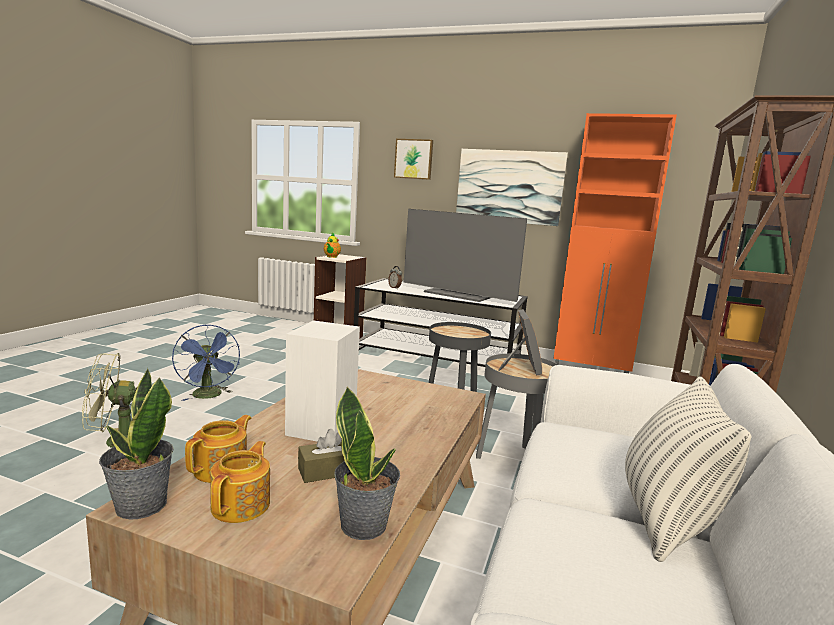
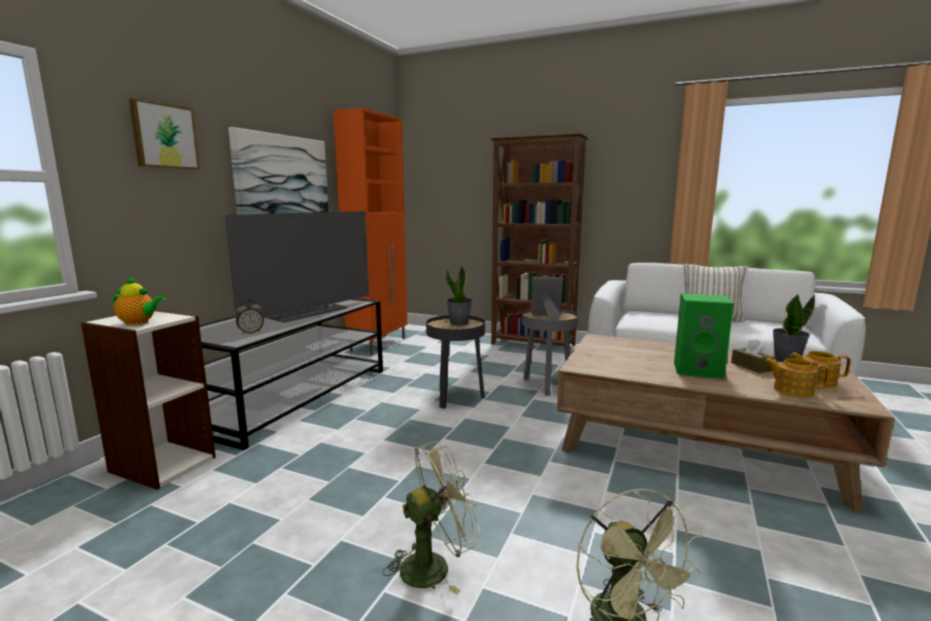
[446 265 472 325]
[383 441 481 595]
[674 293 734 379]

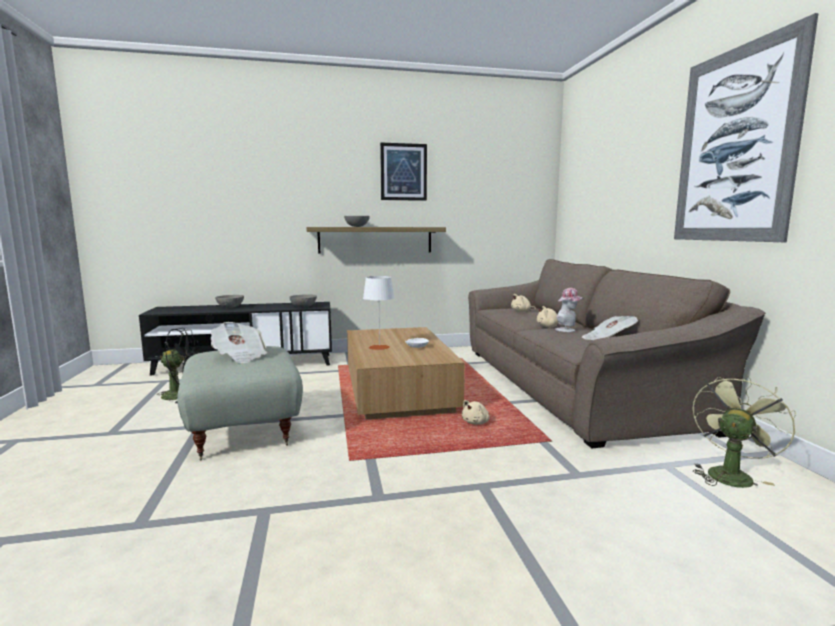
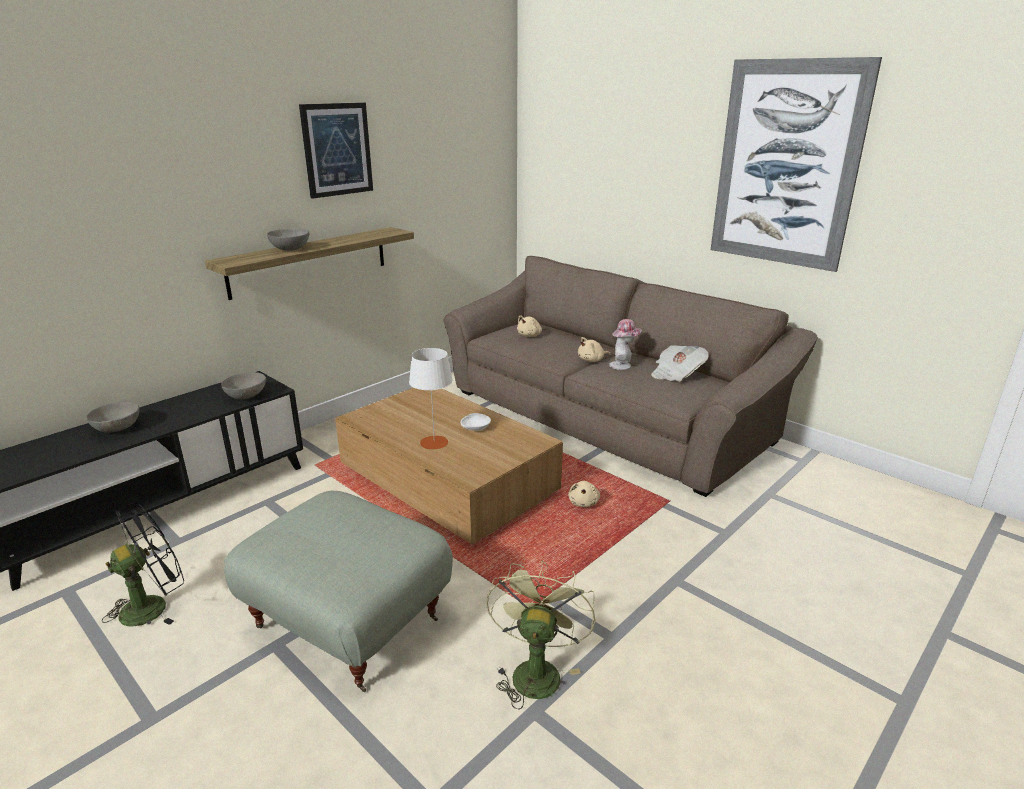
[211 322 267 364] (first image)
[487 561 596 710]

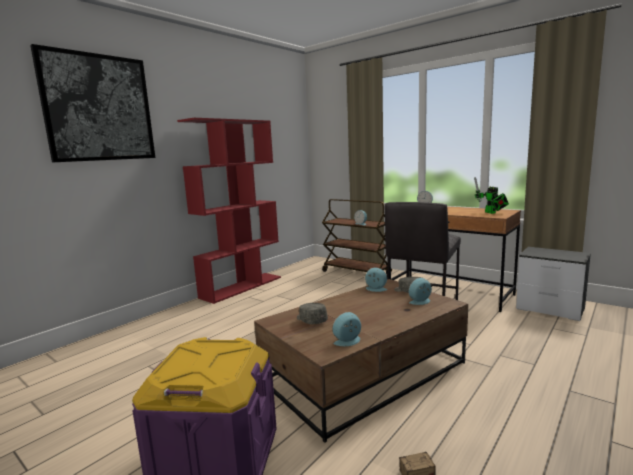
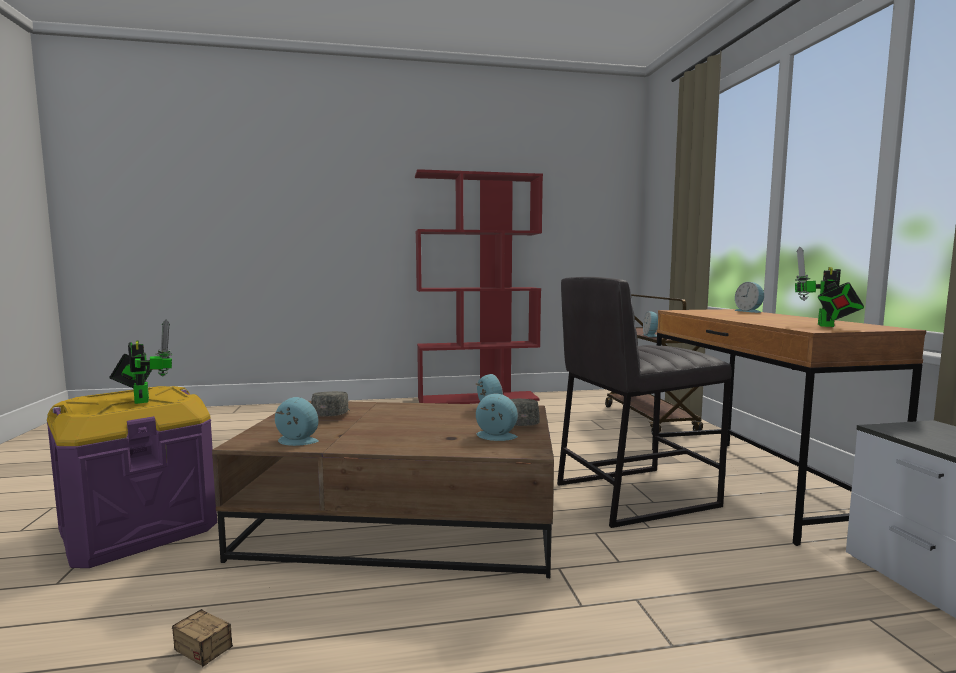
[30 44 155 163] (first image)
[109 319 173 404]

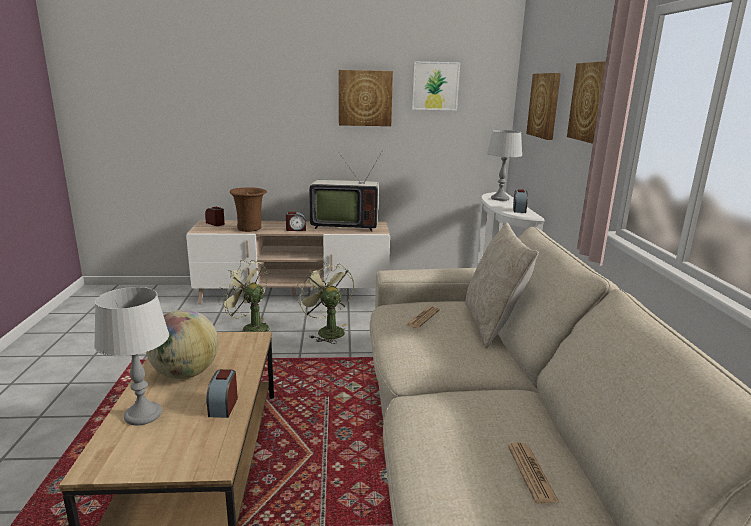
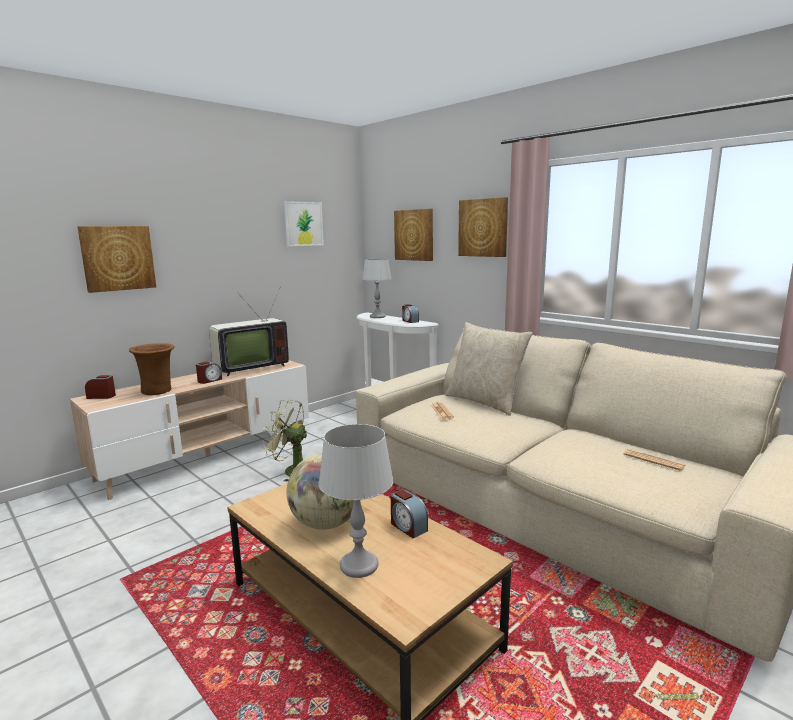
[219 260 270 332] (first image)
[77 226 156 293]

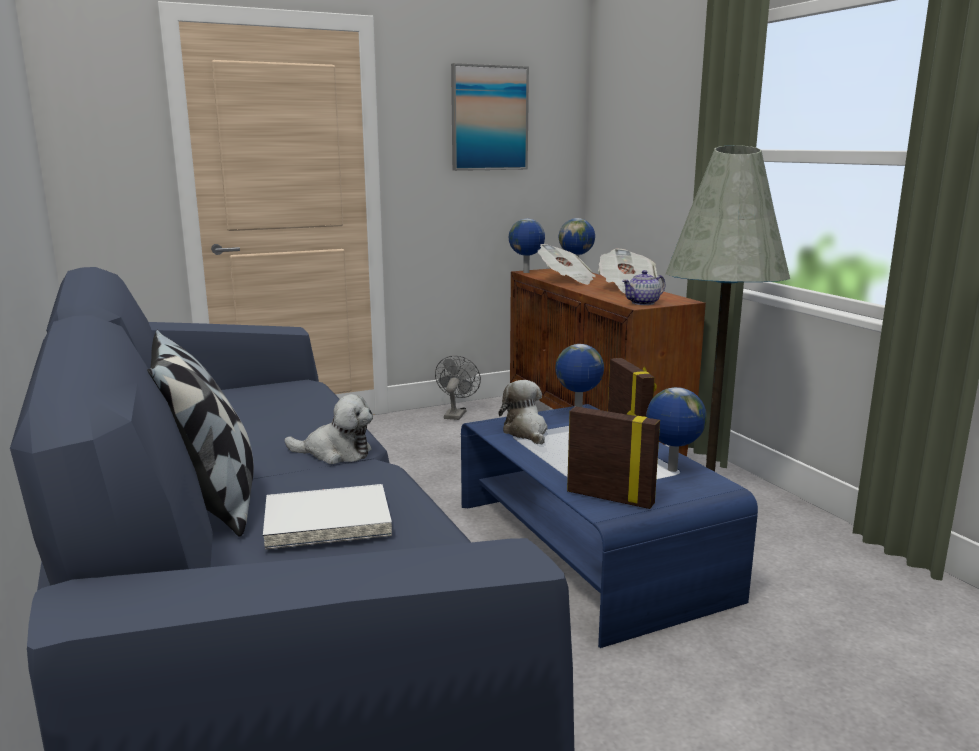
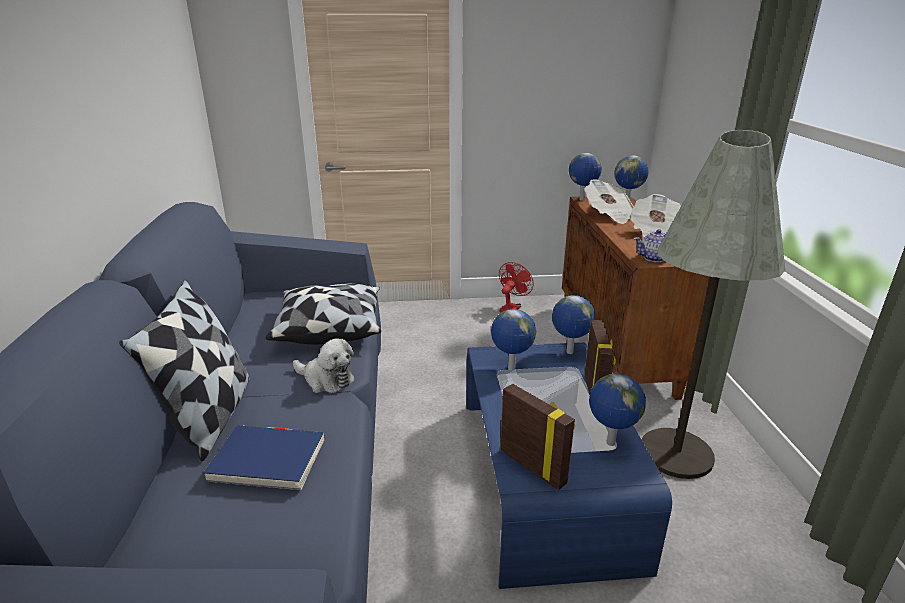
[203 425 324 490]
[499 262 534 313]
[451 63 529 171] (first image)
[491 309 536 370]
[265 284 381 344]

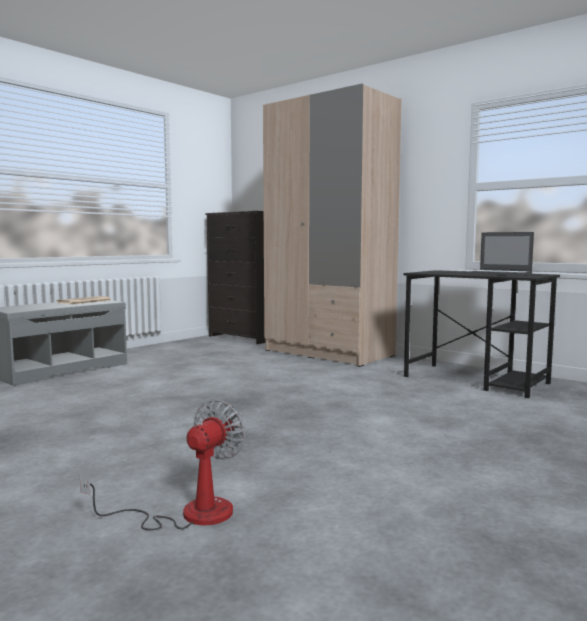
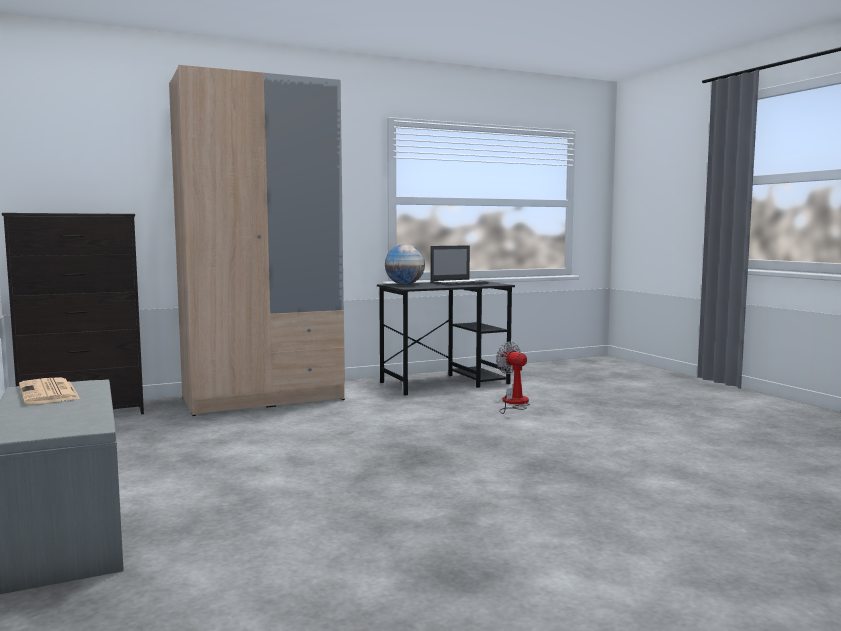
[496 342 530 414]
[385 244 425 285]

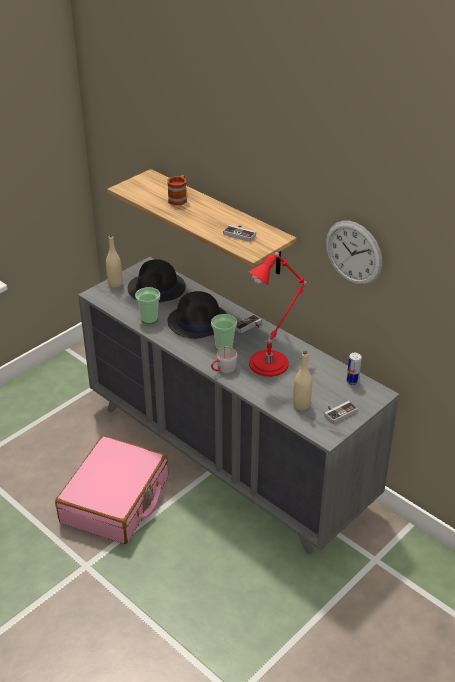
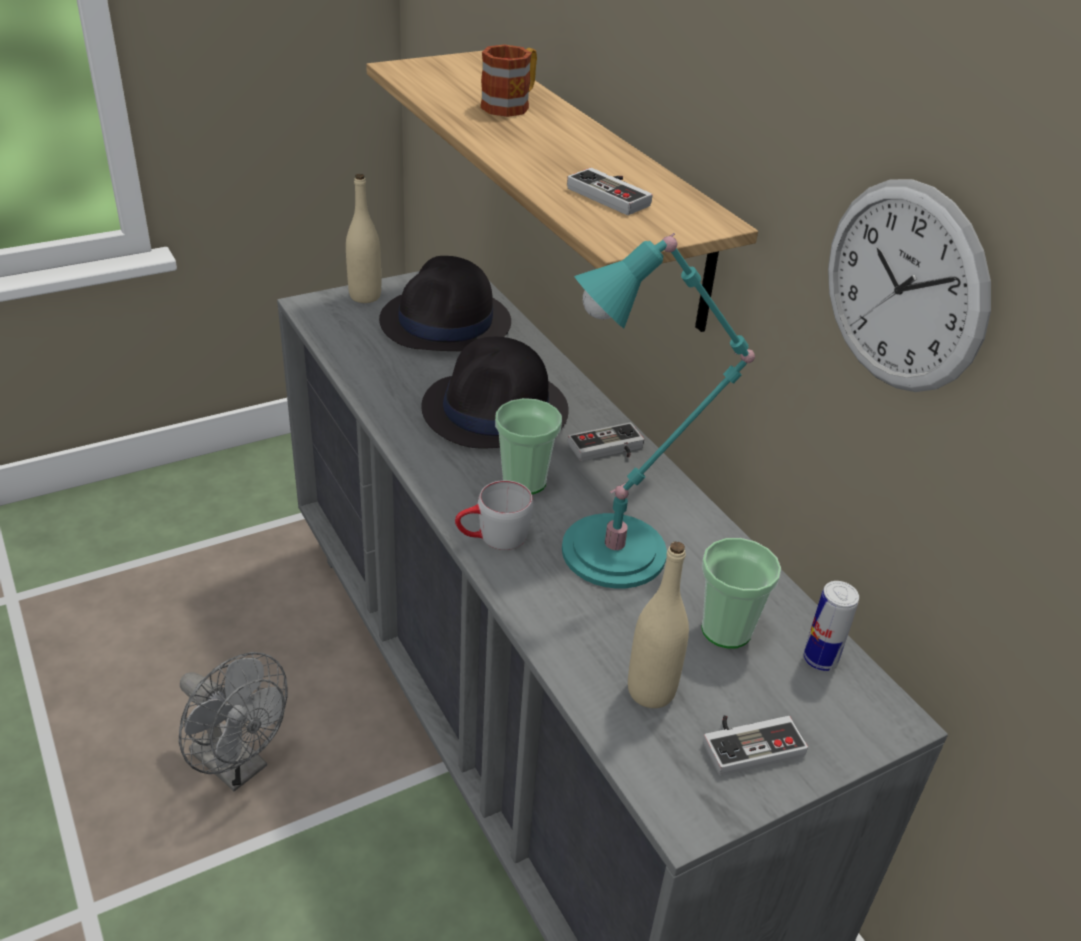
[179 652 287 791]
[701 538 781 649]
[562 233 755 588]

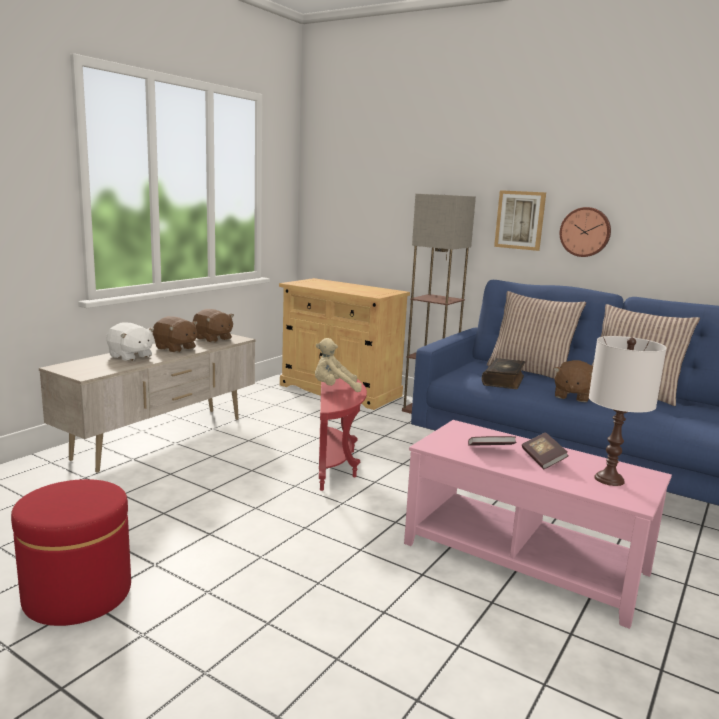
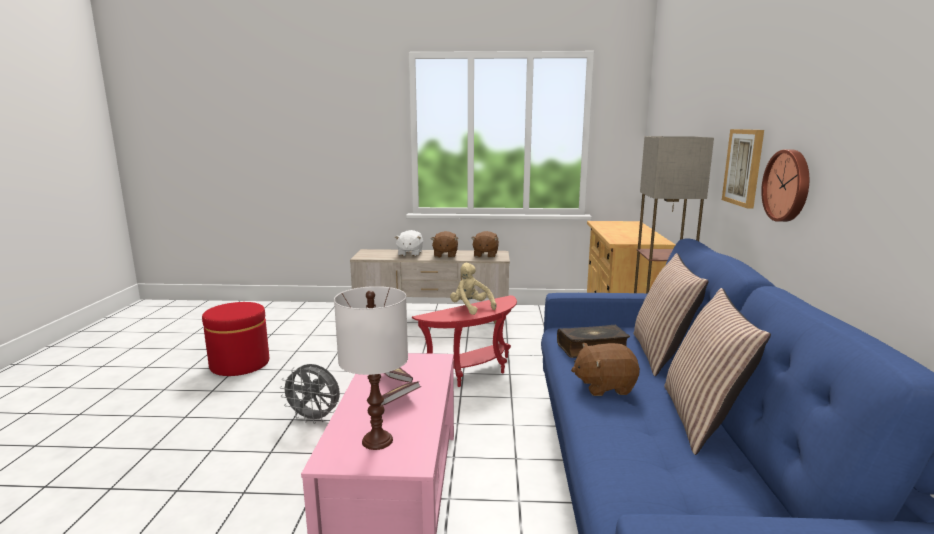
[280 364 340 424]

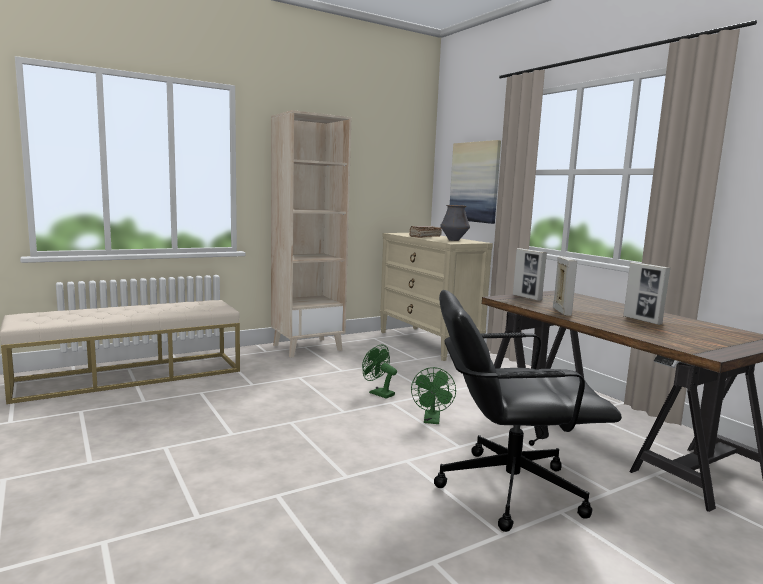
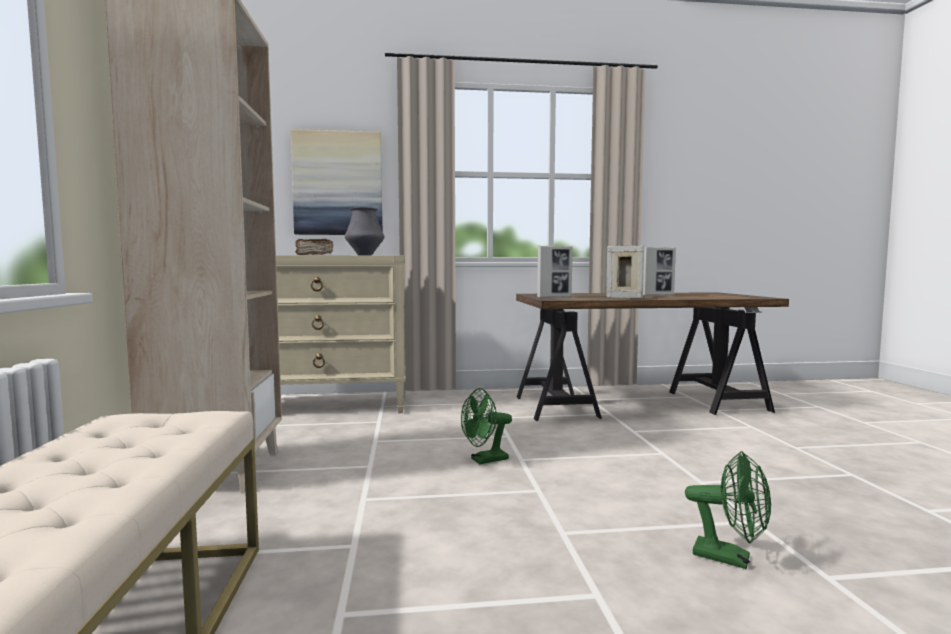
[685 451 771 569]
[434 290 622 532] (first image)

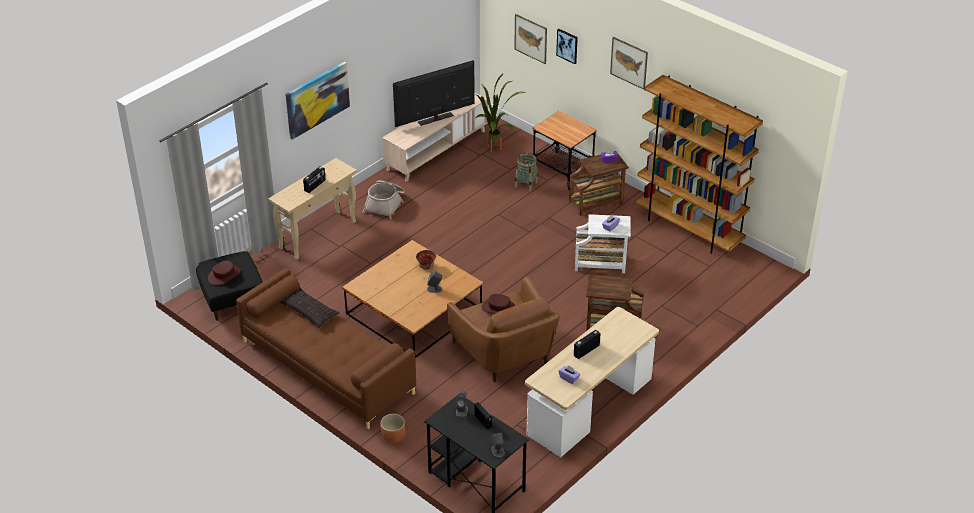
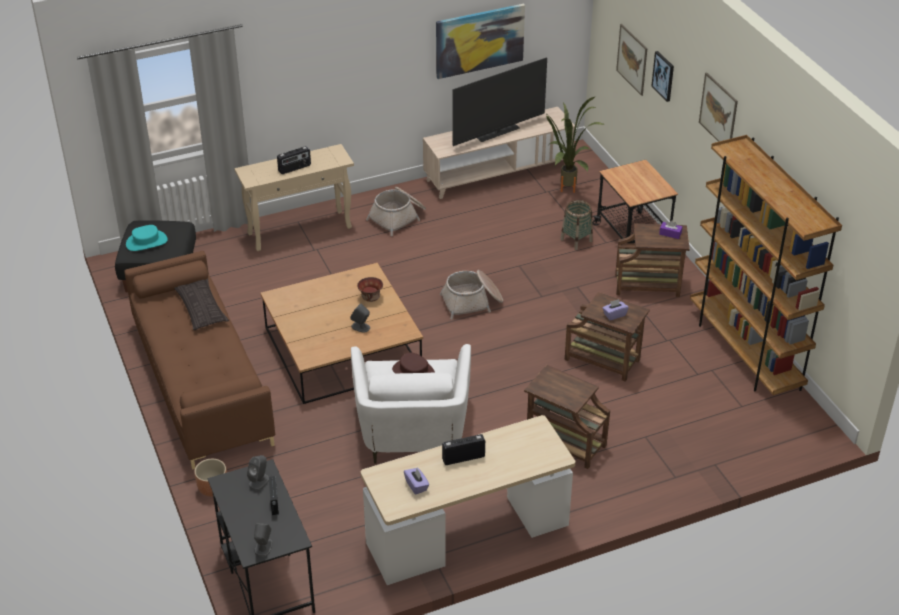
[126 225 168 251]
[436 4 525 79]
[452 58 547 146]
[351 344 471 464]
[565 292 650 382]
[440 270 503 320]

